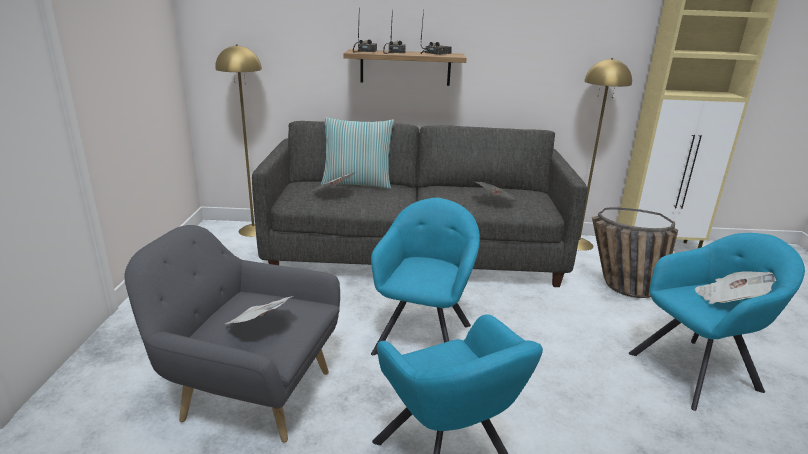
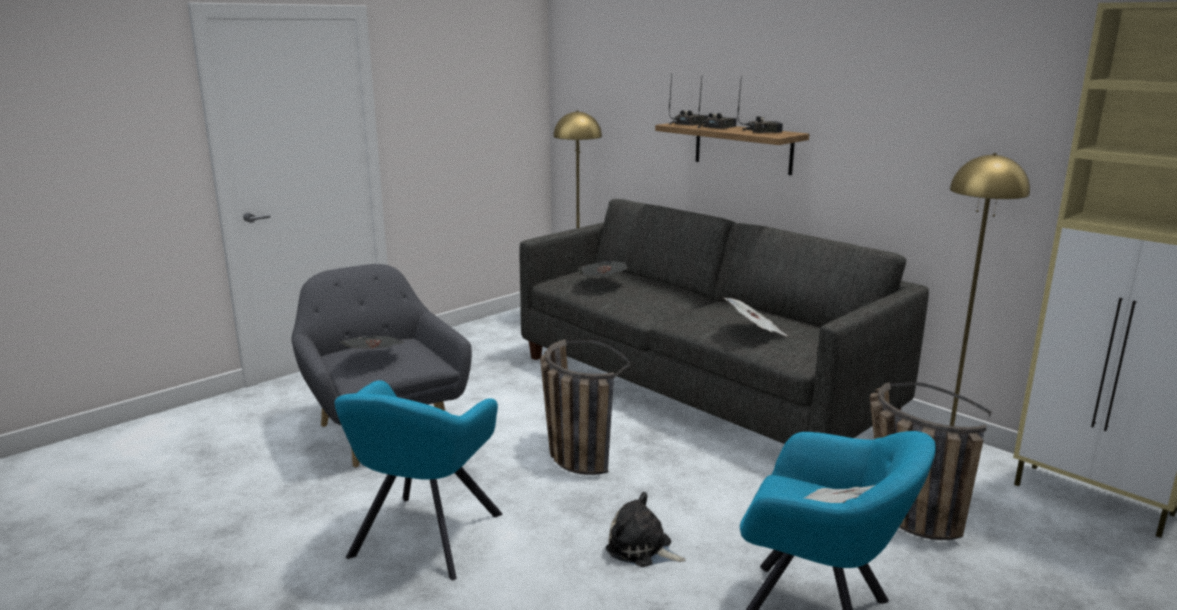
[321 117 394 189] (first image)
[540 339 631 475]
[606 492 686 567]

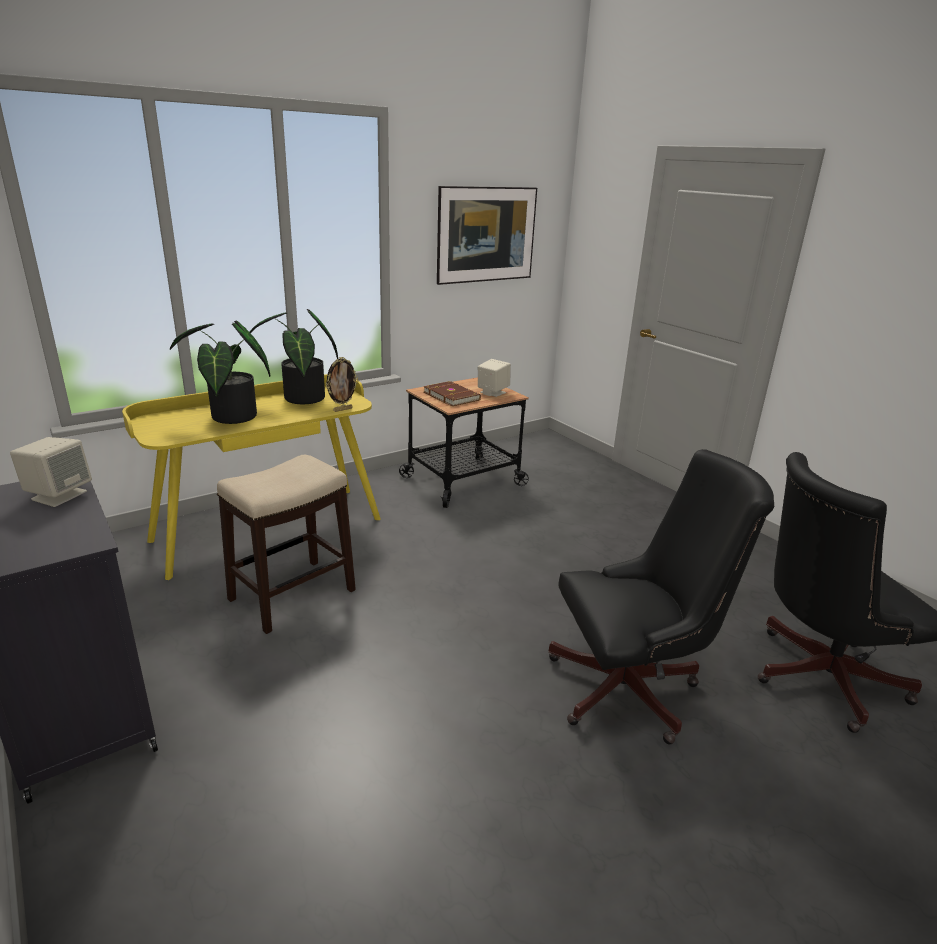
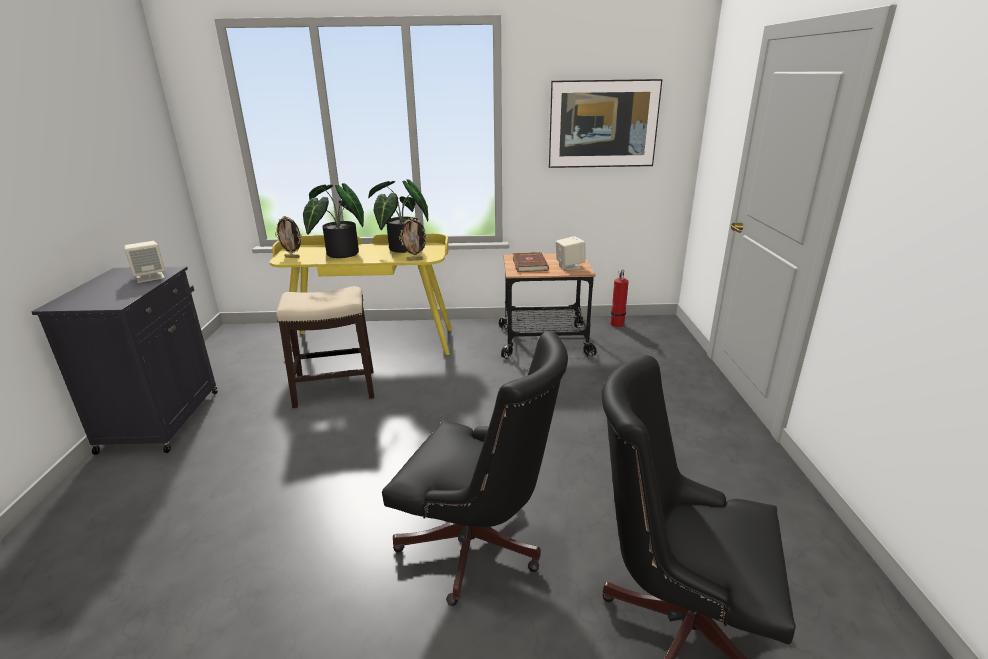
[275 216 302 258]
[611 270 629 327]

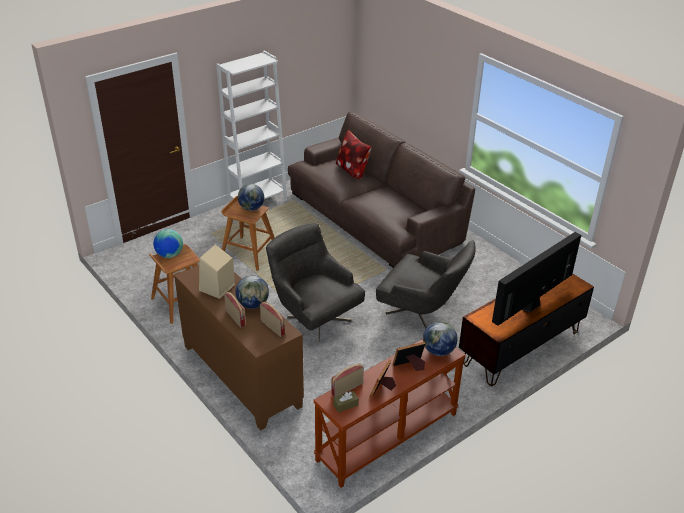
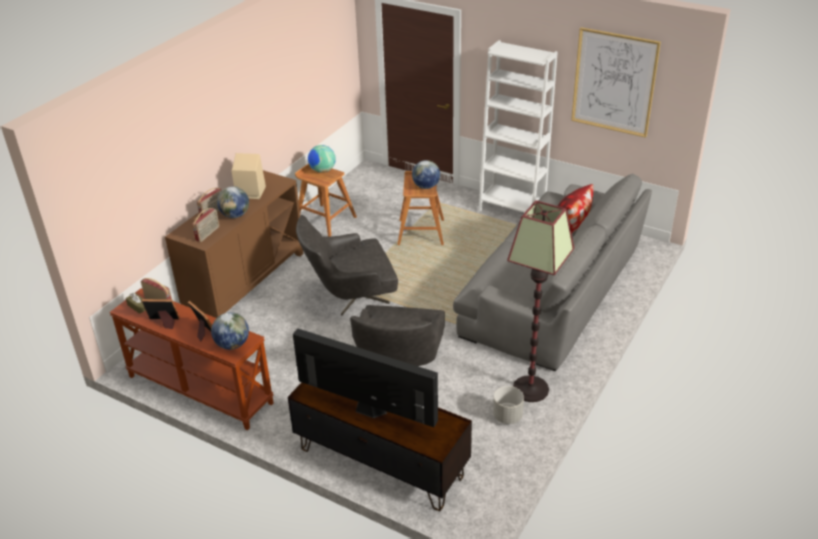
[296 215 398 316]
[453 174 652 372]
[493 386 524 424]
[507 200 574 402]
[571 27 661 138]

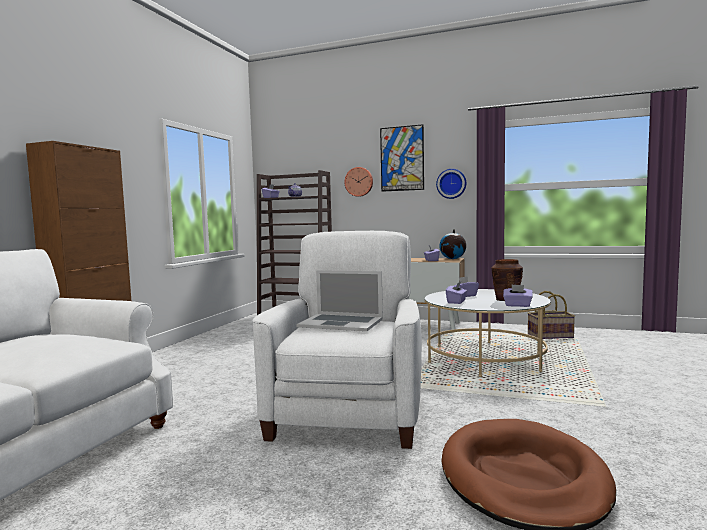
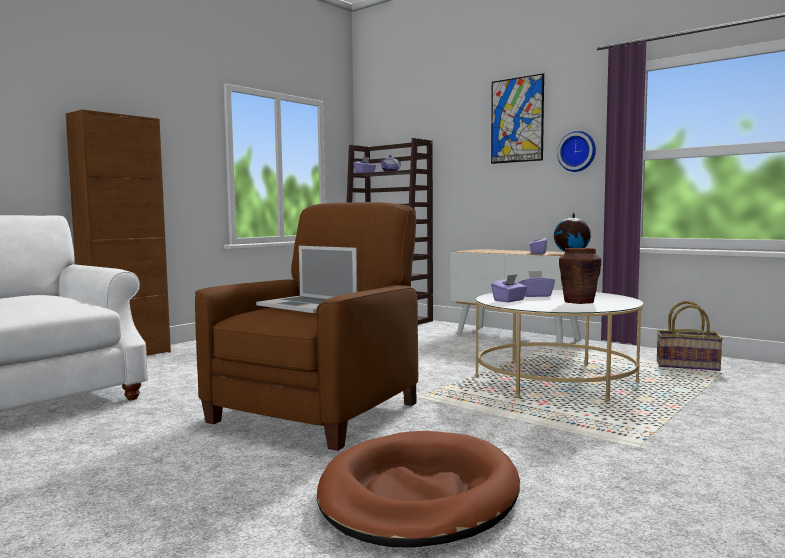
[195 202 418 451]
[344 167 373 197] (first image)
[503 284 533 307] (first image)

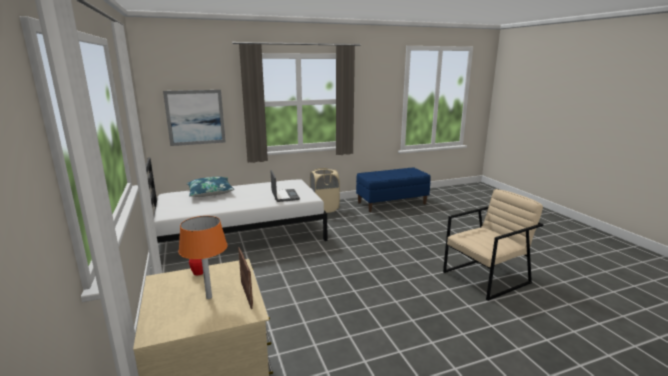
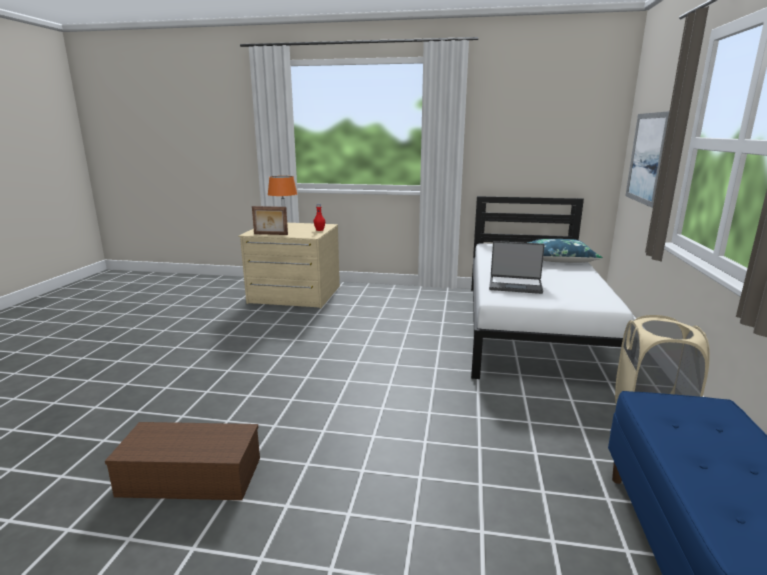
[105 422 260 500]

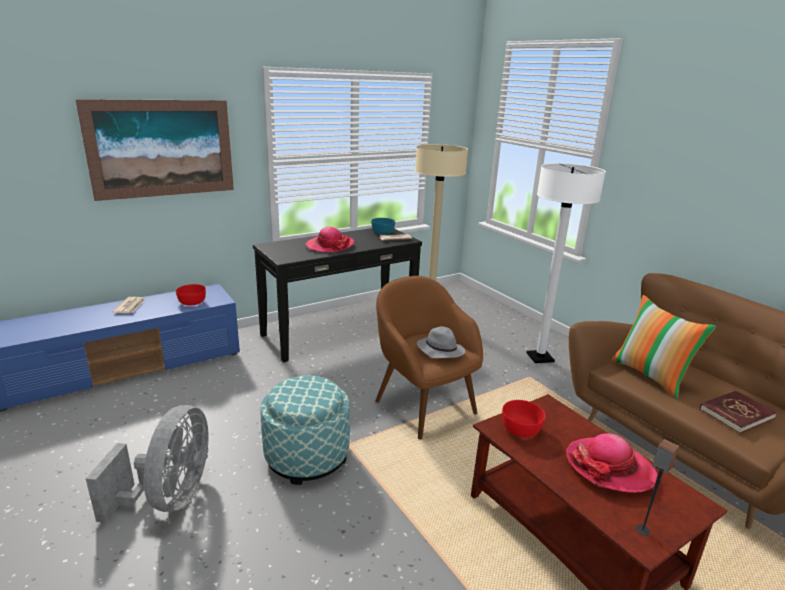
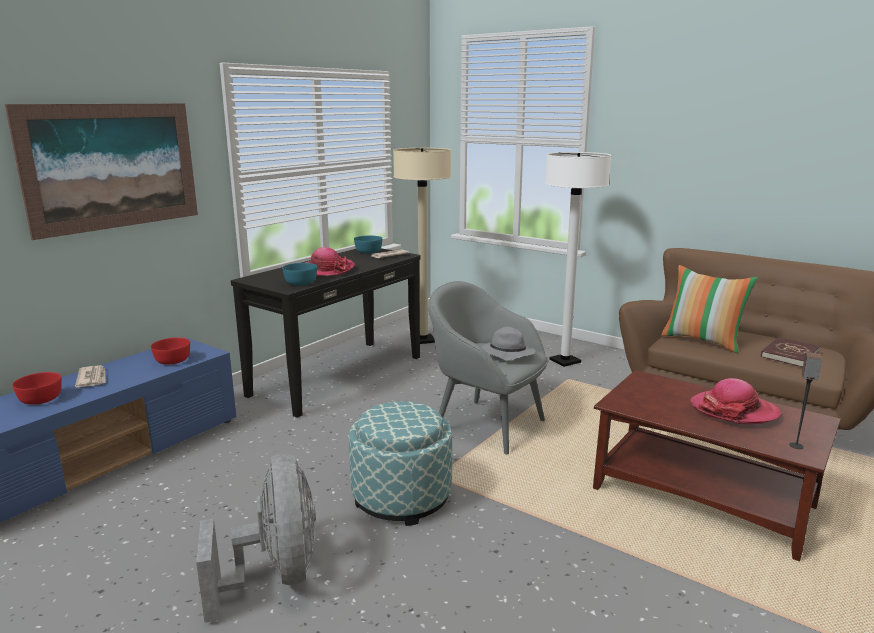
[429 281 549 455]
[12 372 62 405]
[282 263 317 285]

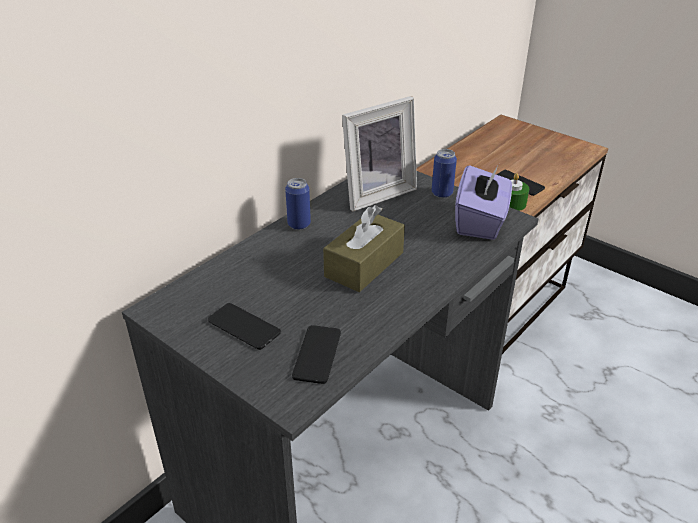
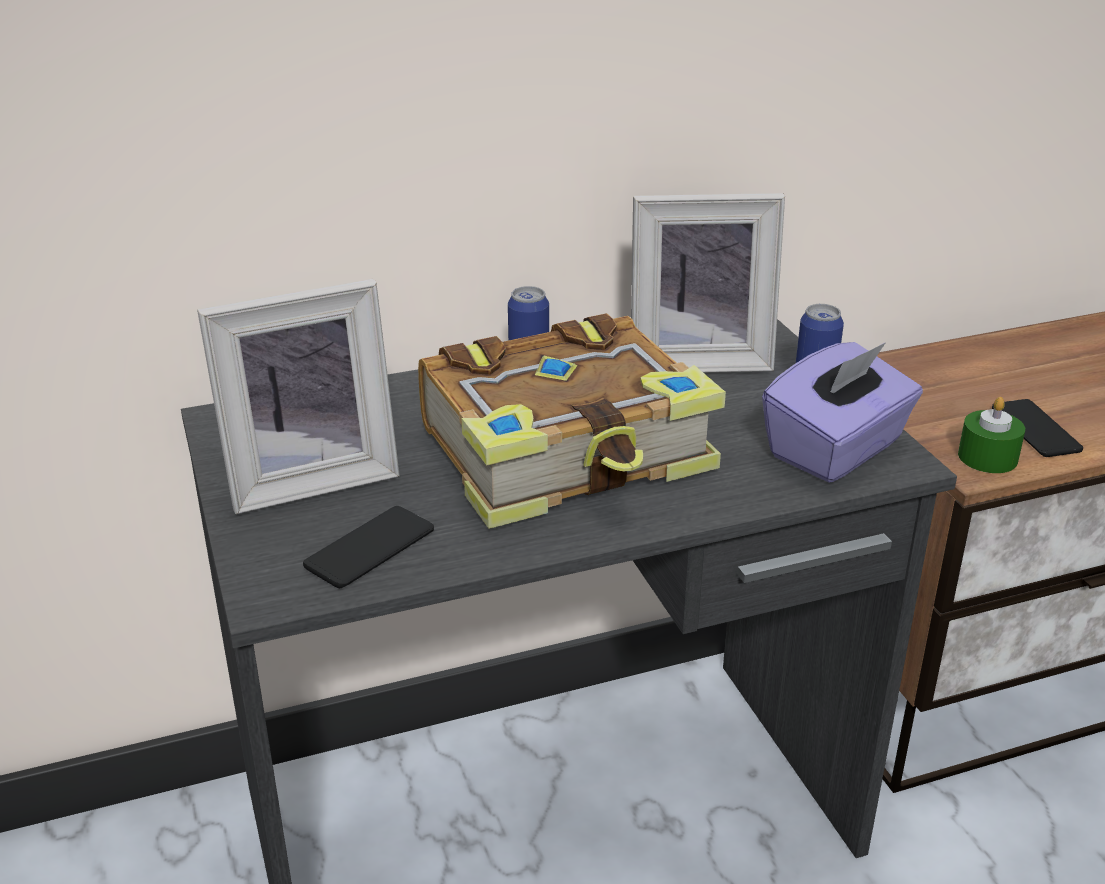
[197 279 400 514]
[418 313 726 529]

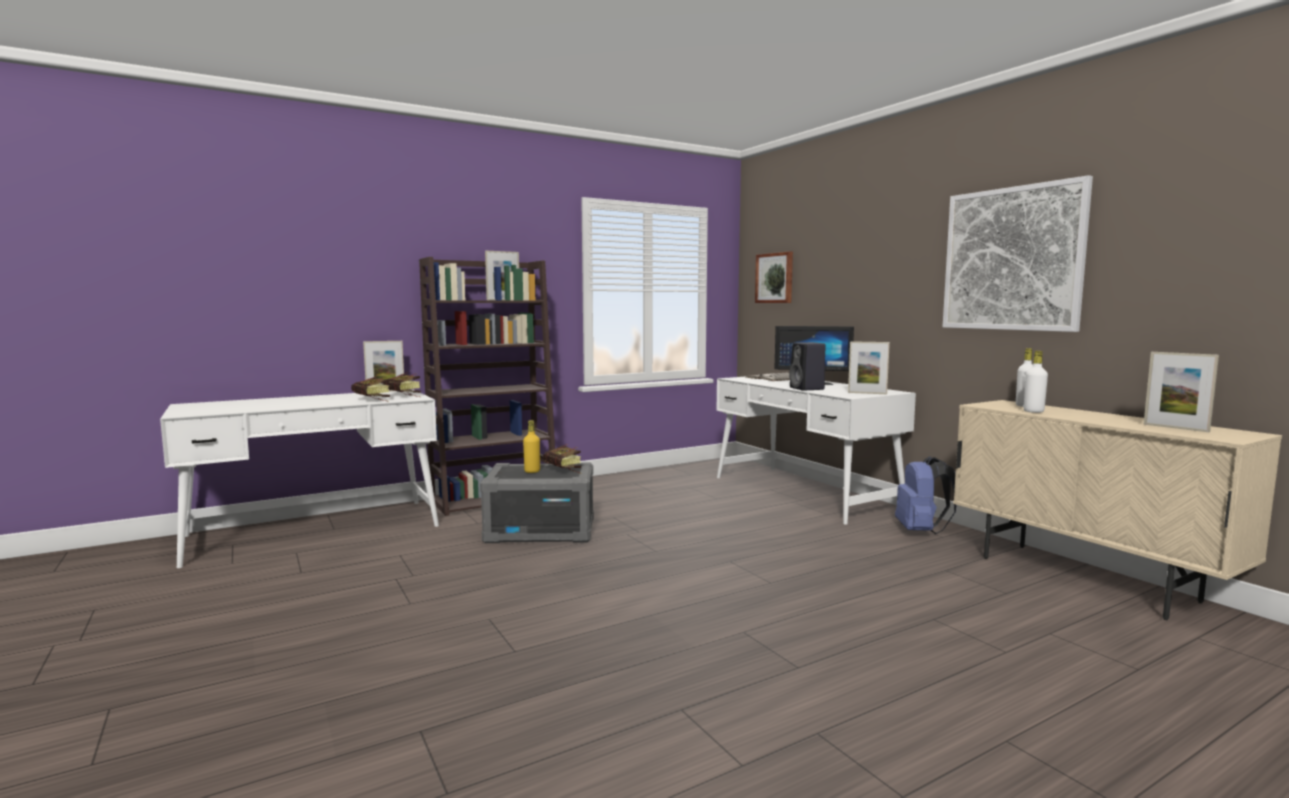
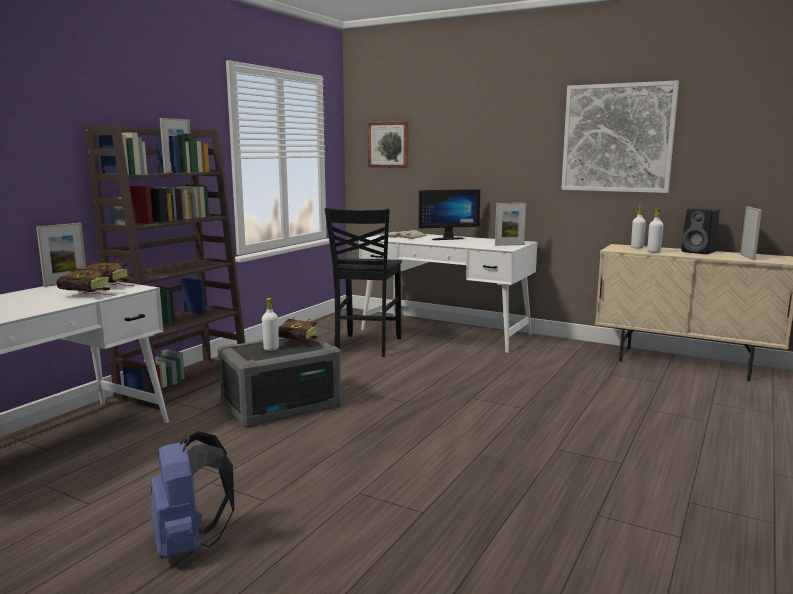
[262 298 279 351]
[681 207 720 254]
[151 431 235 559]
[740 206 762 260]
[325 208 402 357]

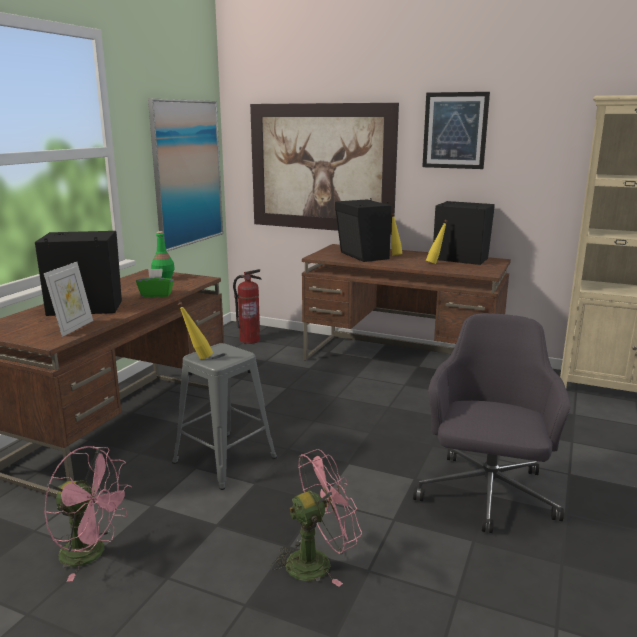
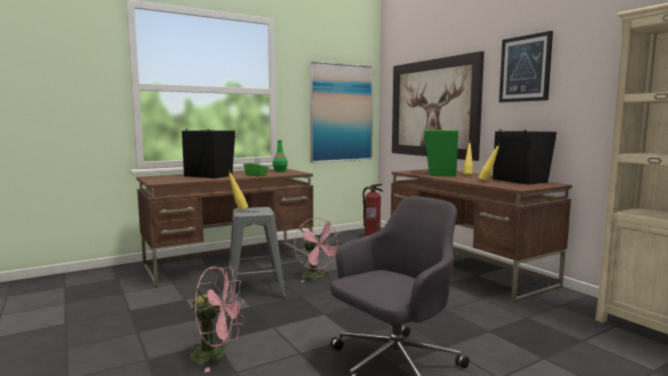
[44 262 93 337] (first image)
[294 218 341 282]
[424 130 458 177]

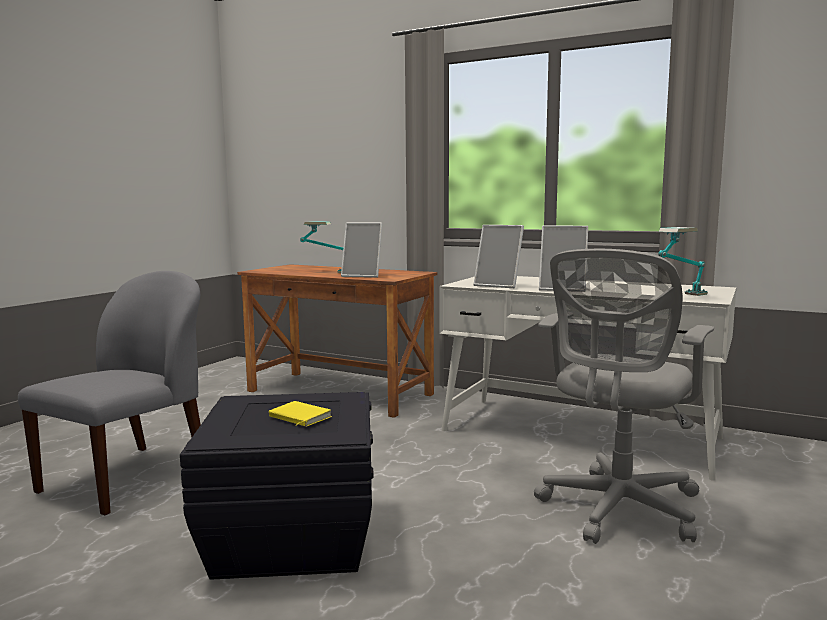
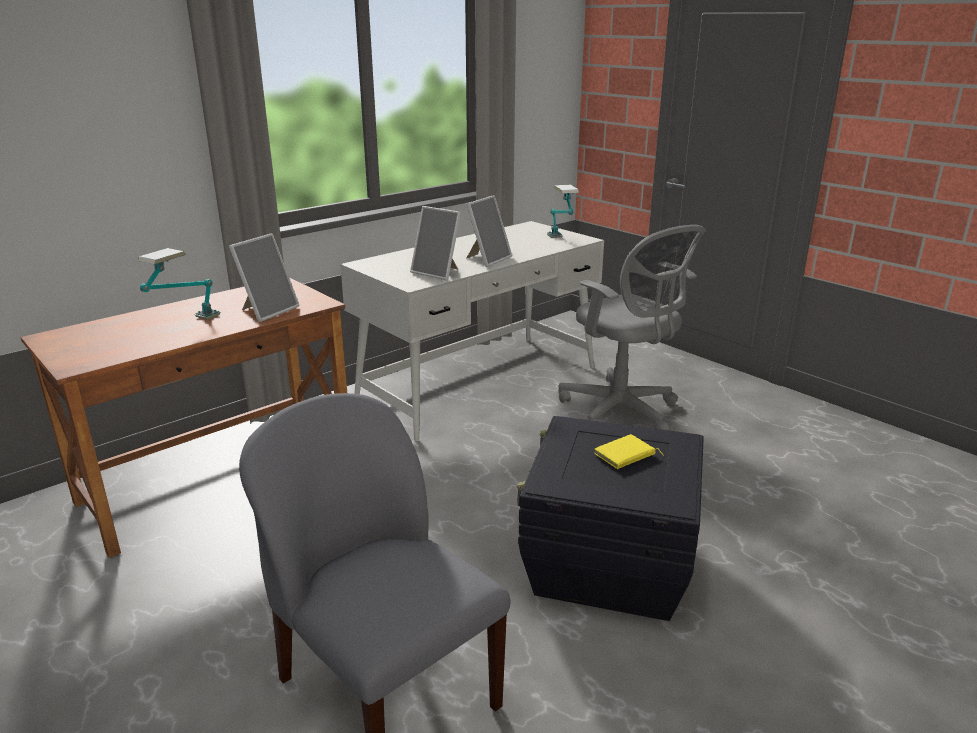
[410 206 461 280]

